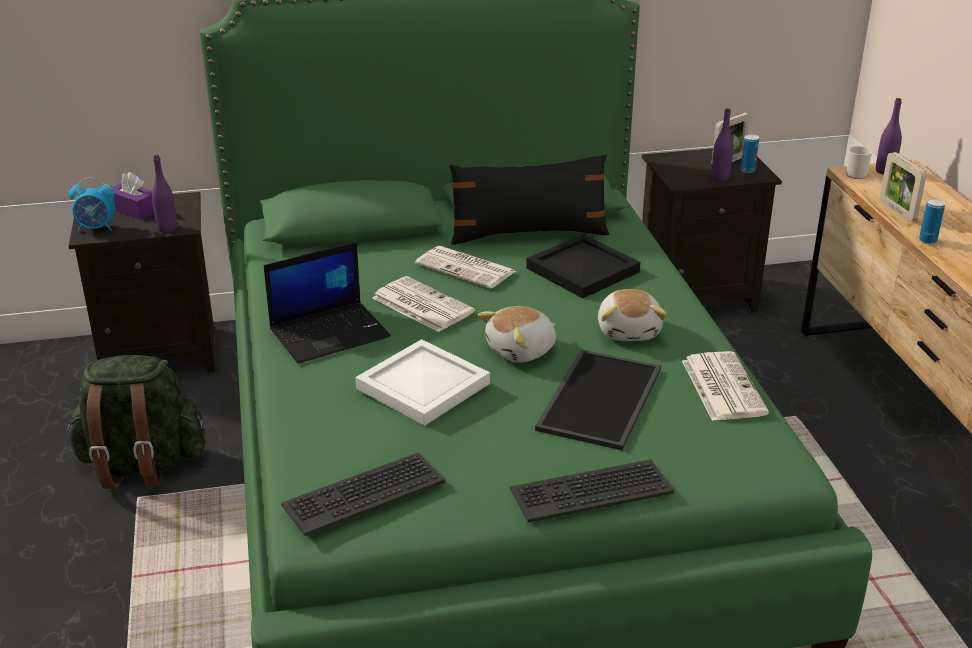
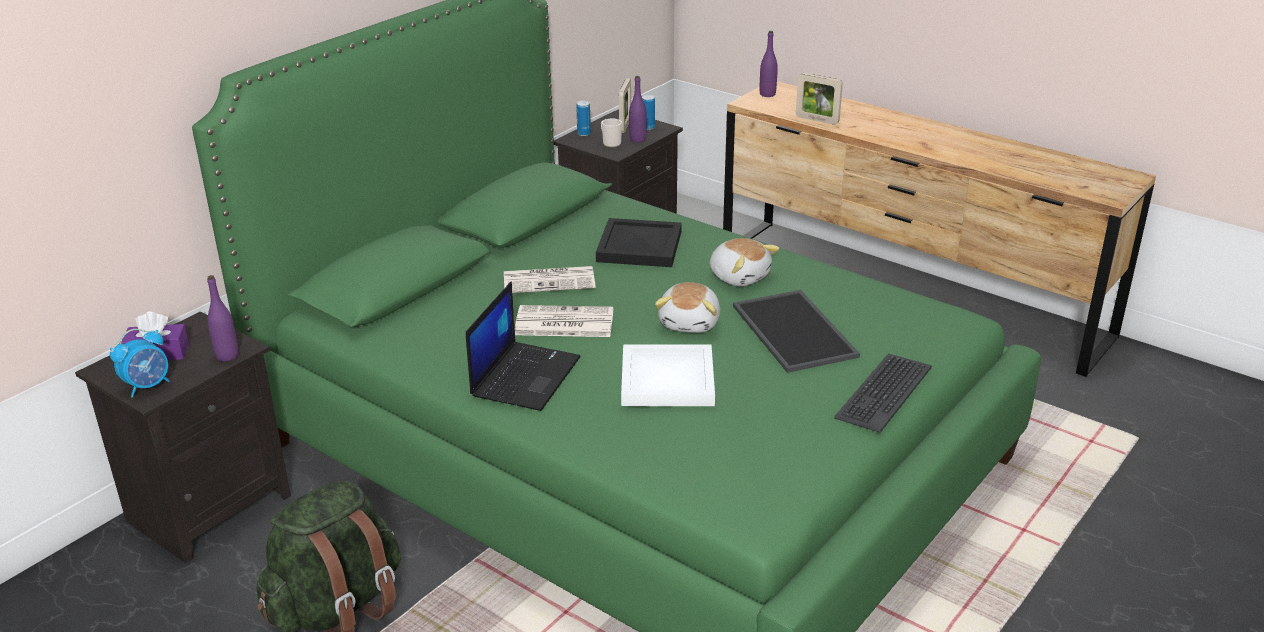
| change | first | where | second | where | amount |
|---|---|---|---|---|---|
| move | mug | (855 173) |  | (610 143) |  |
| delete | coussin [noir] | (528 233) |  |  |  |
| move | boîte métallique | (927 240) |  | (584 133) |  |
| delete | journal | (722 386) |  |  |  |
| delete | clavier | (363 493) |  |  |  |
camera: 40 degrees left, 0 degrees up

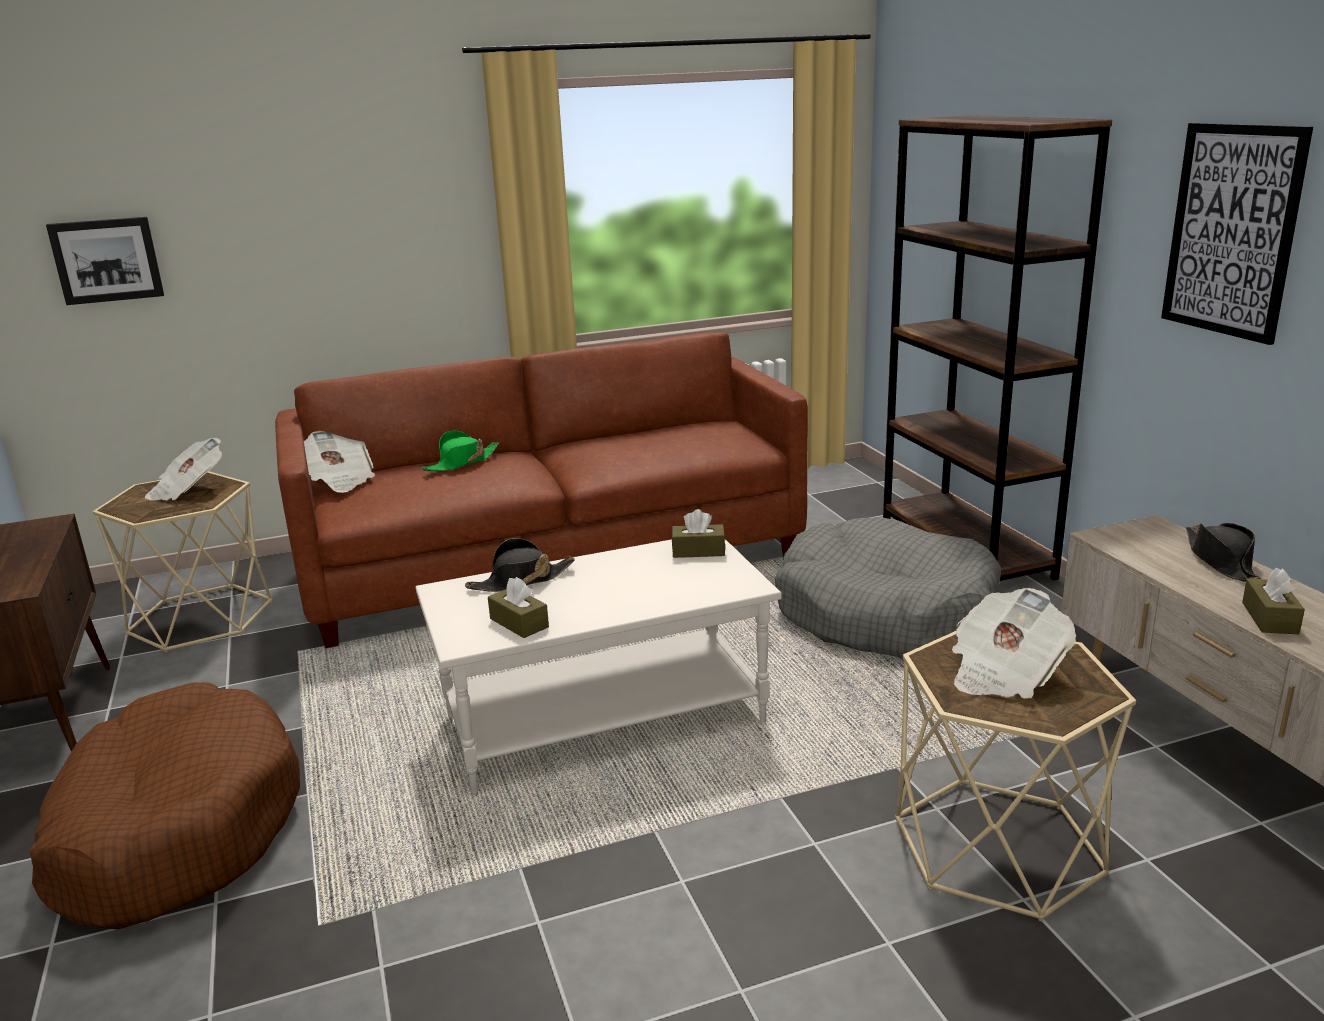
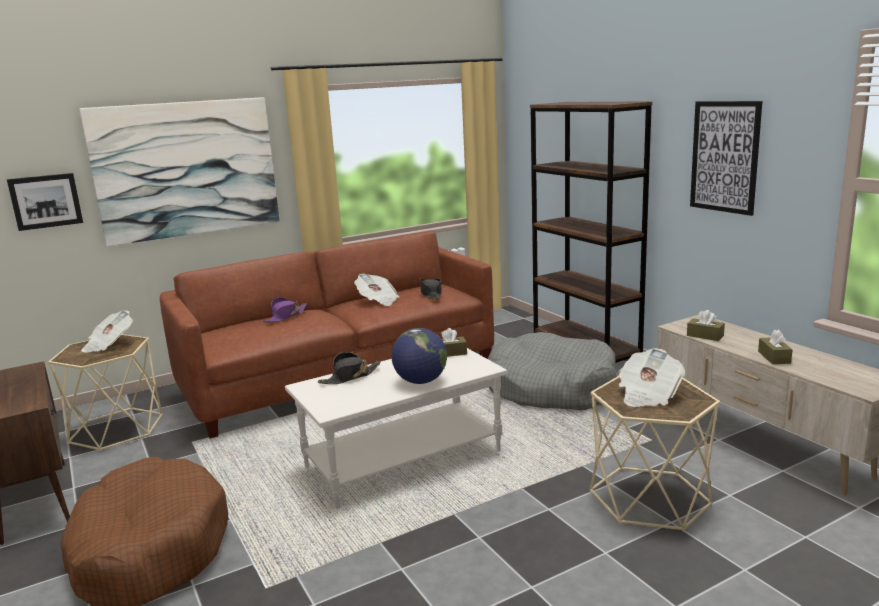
| change | first | where | second | where | amount |
|---|---|---|---|---|---|
| move | journal | (339 480) |  | (378 301) |  |
| recolor | chapeau [vert] | (462 462) | chapeau [violet] | (285 316) |  |
| move | chapeau [noir] | (1221 561) |  | (431 294) |  |
| move | boîte à mouchoirs [marron] | (519 623) |  | (705 335) |  |
| insert |  |  | tableau | (186 169) |  |
| insert |  |  | globe | (421 381) |  |
camera: 10 degrees left, 5 degrees down

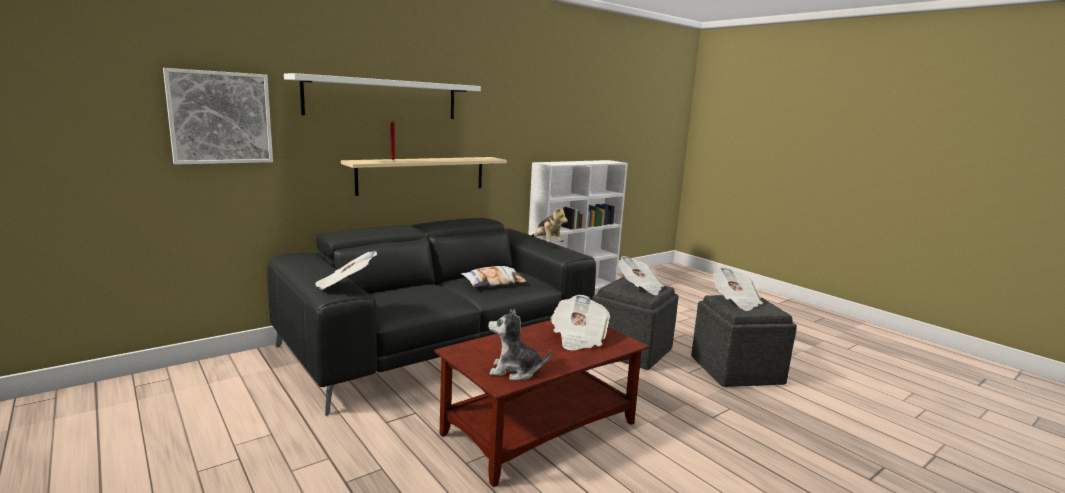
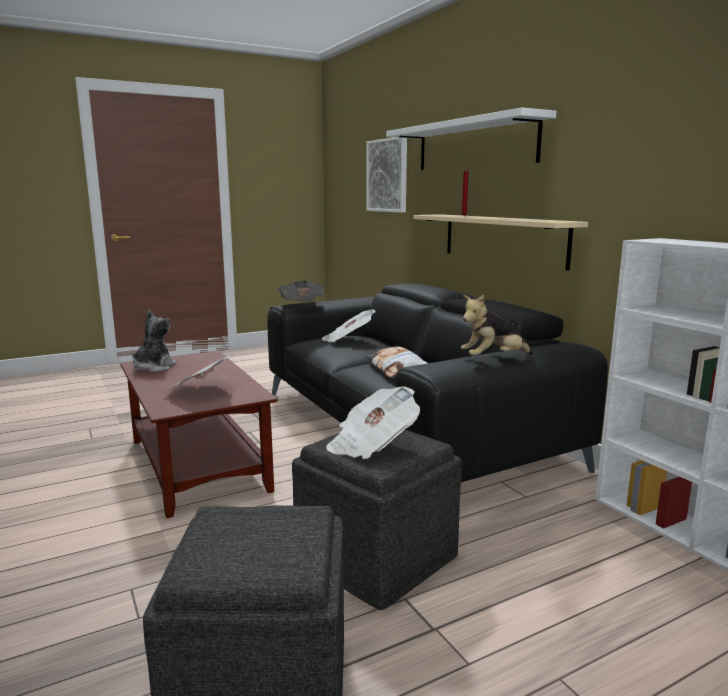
| change | first | where | second | where | amount |
|---|---|---|---|---|---|
| move | journal | (735 301) |  | (348 340) |  |
camera: 100 degrees right, 0 degrees up

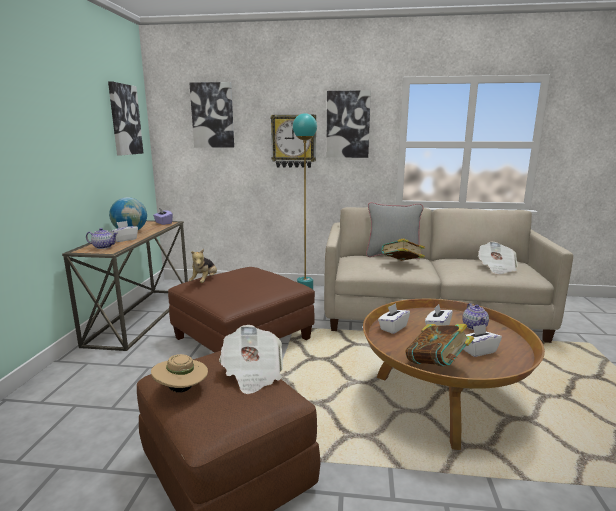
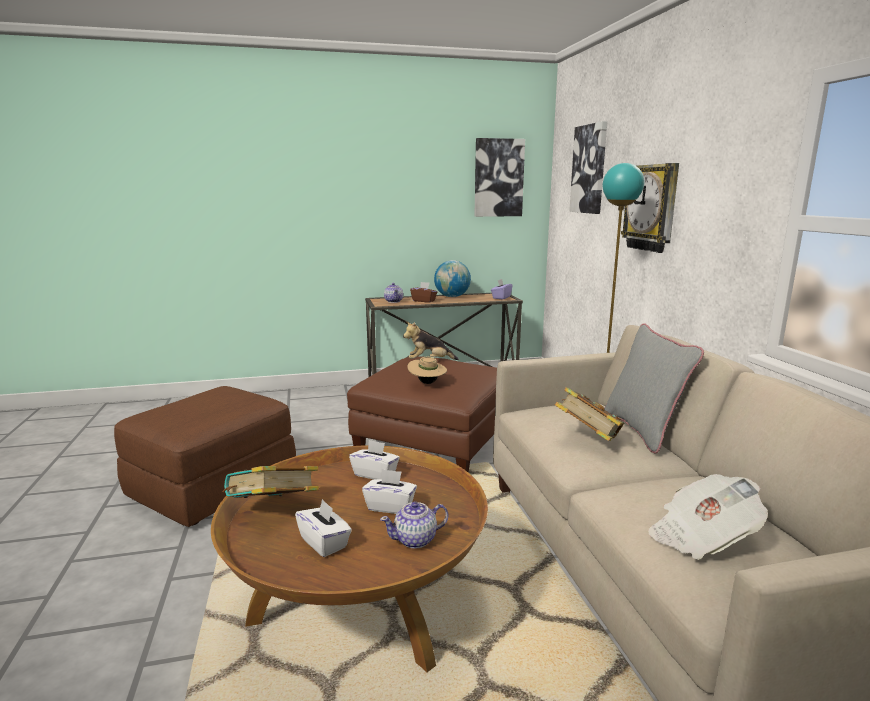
| change | first | where | second | where | amount |
|---|---|---|---|---|---|
| delete | tableau | (348 124) |  |  |  |
| recolor | boîte à mouchoirs [blanc] | (124 239) | boîte à mouchoirs [marron] | (424 301) |  |
| delete | journal | (252 374) |  |  |  |
| move | chapeau [beige] | (182 390) |  | (427 383) |  |
camera: 70 degrees right, 0 degrees up

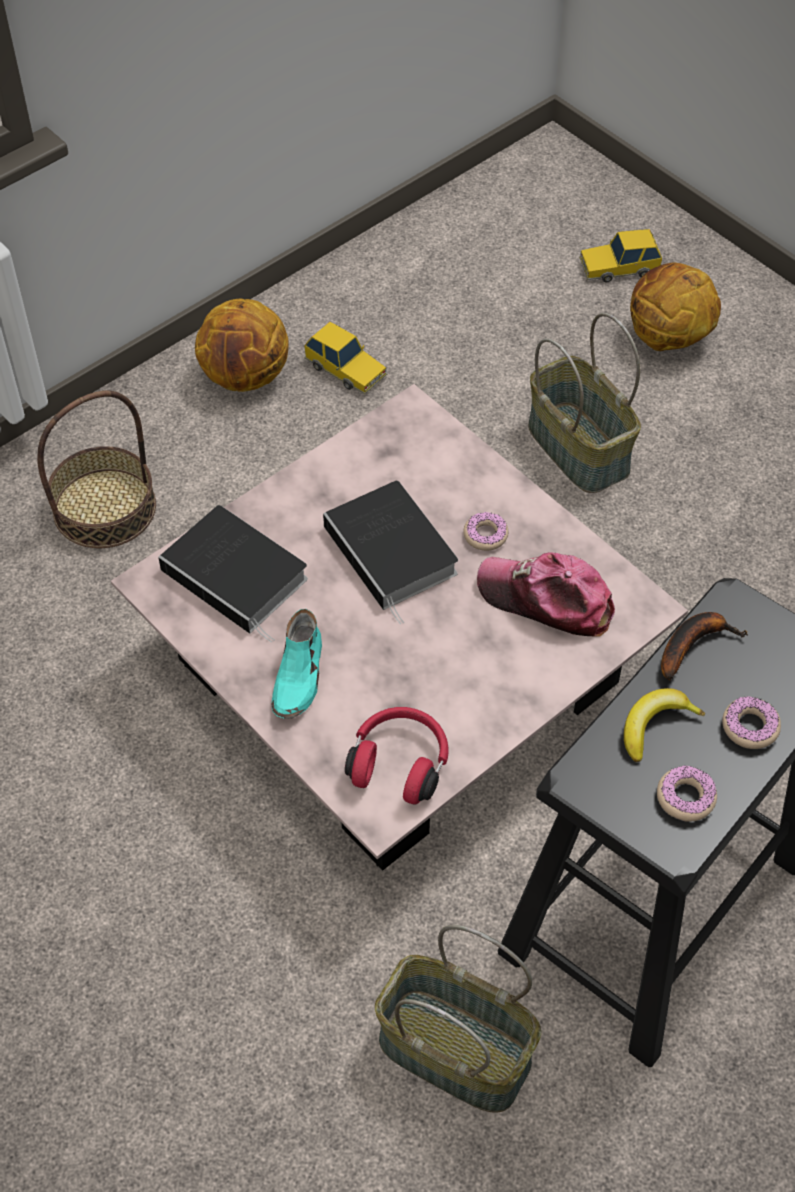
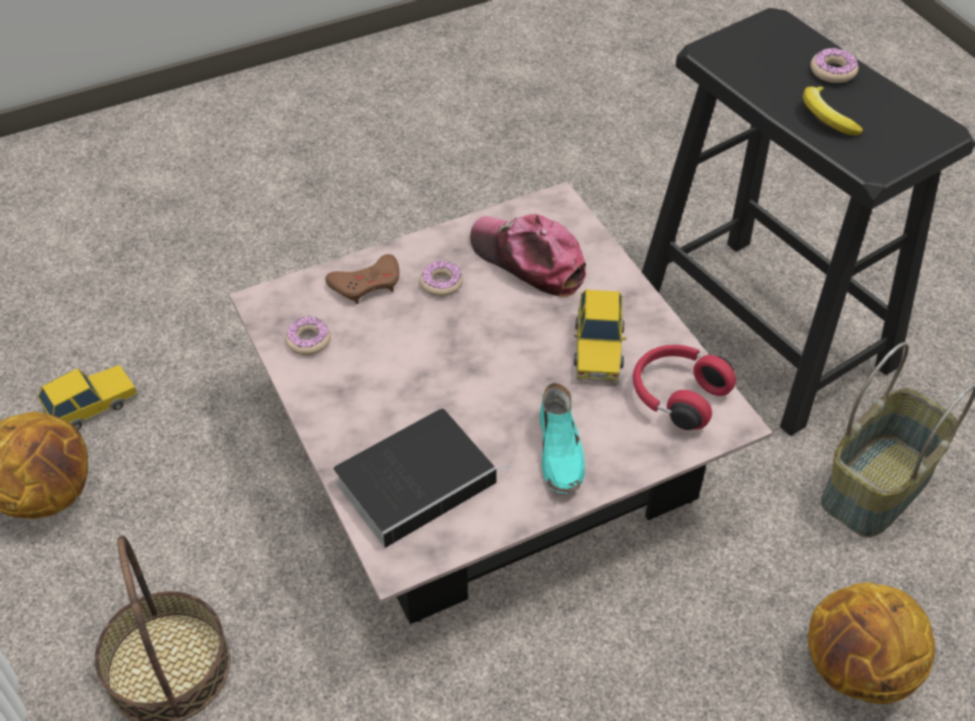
| change | first | where | second | where | amount |
|---|---|---|---|---|---|
| move | petite voiture | (619 267) |  | (598 348) |  |
| move | ballon de basket | (667 338) |  | (857 670) |  |
| delete | panier | (580 448) |  |  |  |
| delete | livre | (393 553) |  |  |  |
| rotate | casquette | (546 600) |  | (528 260) | 90 degrees clockwise |
| rotate | chaussure [turquoise] | (299 676) |  | (560 452) | 60 degrees clockwise |
| delete | banane | (693 644) |  |  |  |
| move | beignet | (685 798) |  | (308 341) |  |
| insert |  |  | manette [marron] | (367 284) |  |
camera: 75 degrees left, 5 degrees down

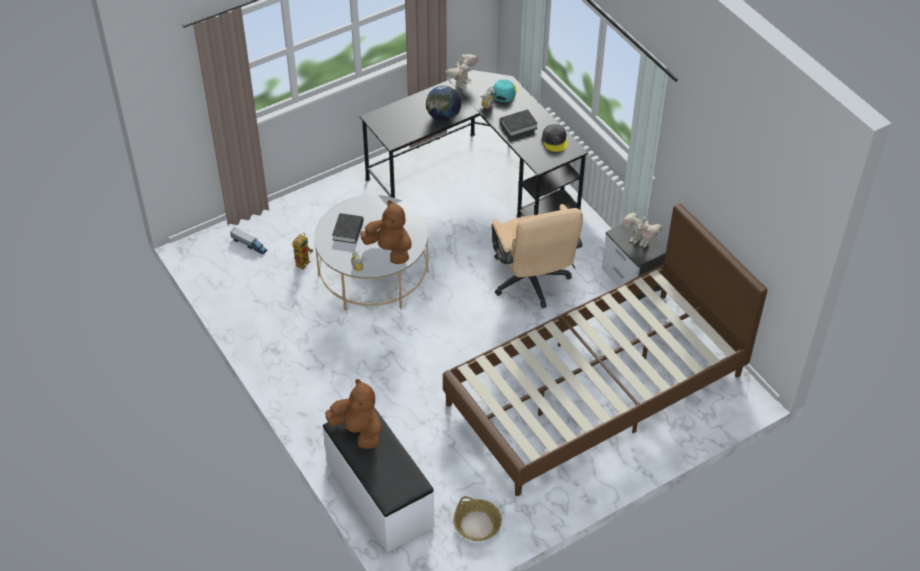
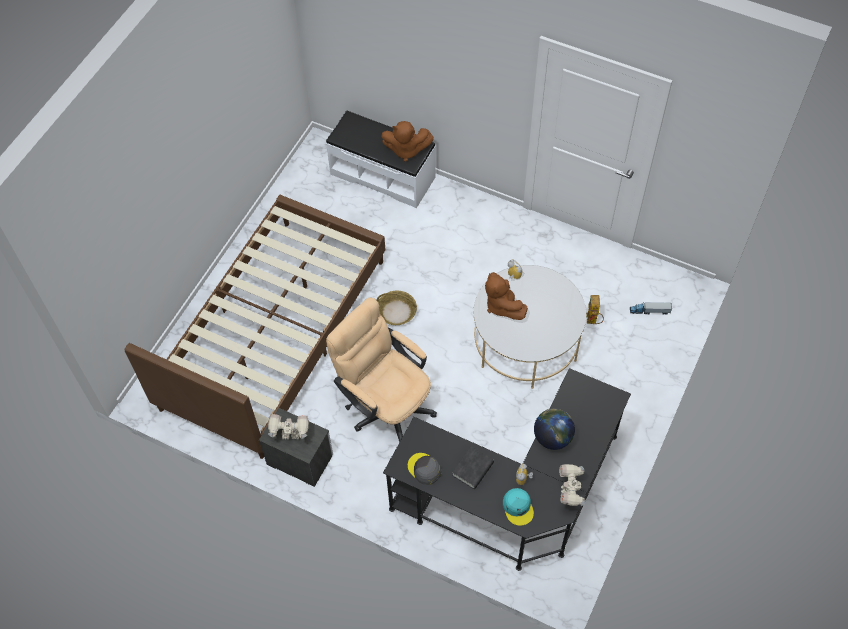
| change | first | where | second | where | amount |
|---|---|---|---|---|---|
| rotate | peluche [marron] | (389 250) |  | (502 305) | 60 degrees clockwise |
| delete | livre [noir] | (348 230) |  |  |  |
| move | panier | (477 525) |  | (397 312) |  |
camera: 150 degrees right, 10 degrees up

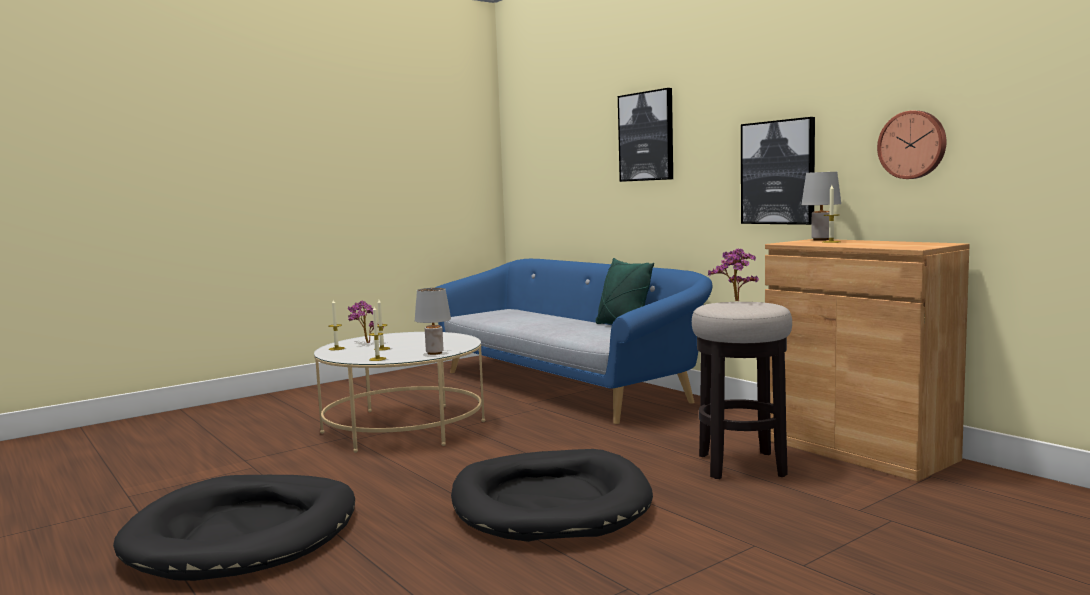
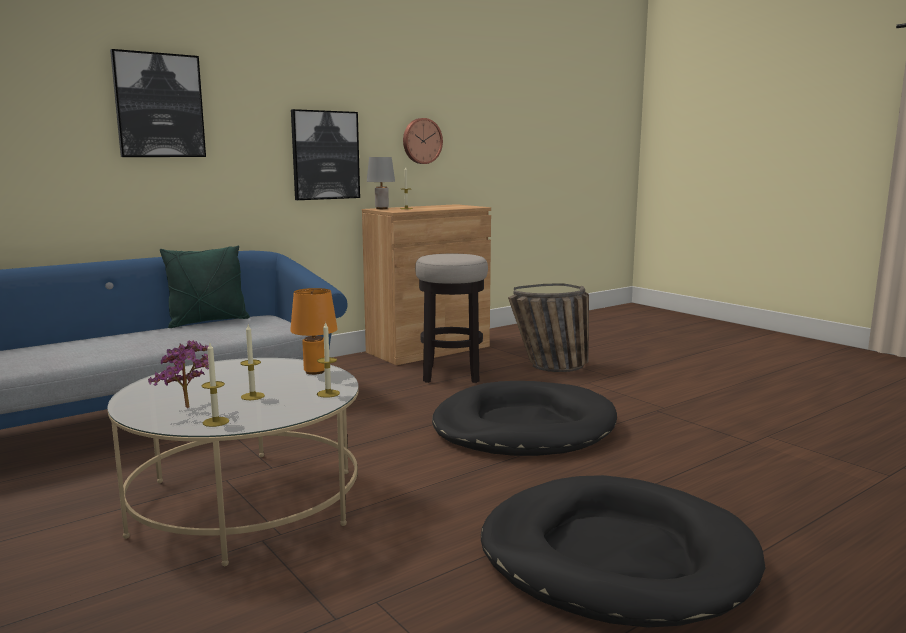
| change | first | where | second | where | amount |
|---|---|---|---|---|---|
| delete | plante en pot | (735 301) |  |  |  |
| recolor | lampe de table [gris] | (435 353) | lampe de table [orange] | (315 371) |  |
| insert |  |  | panier | (550 368) |  |
camera: 90 degrees left, 5 degrees up

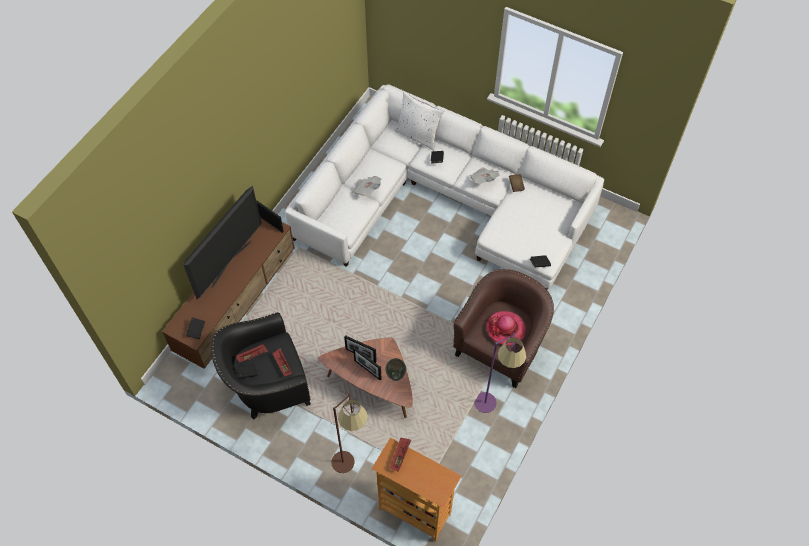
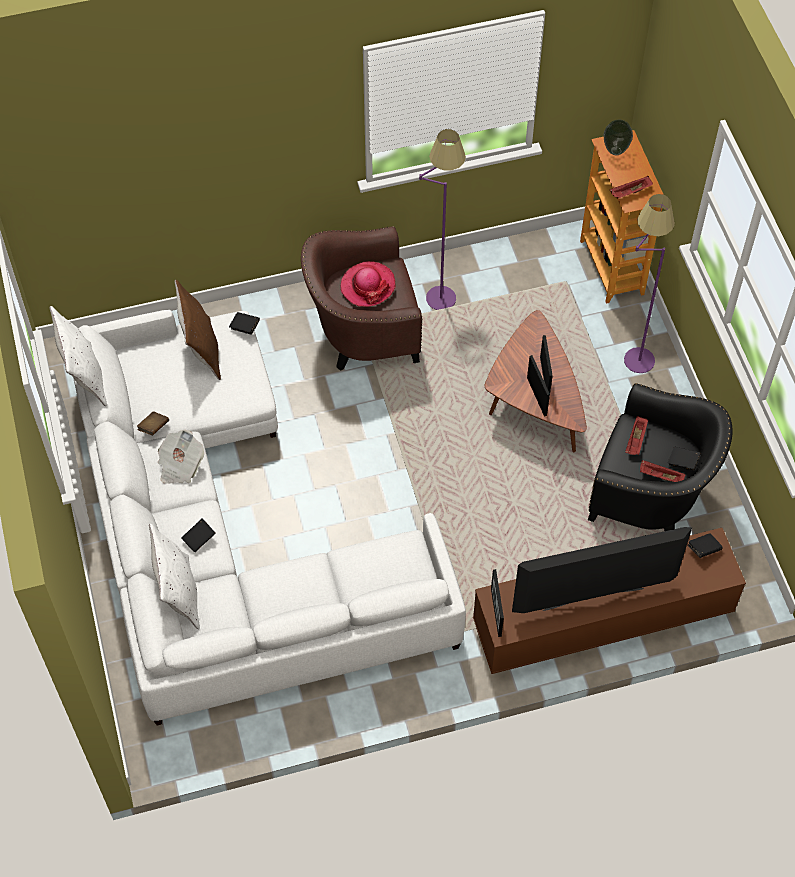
| change | first | where | second | where | amount |
|---|---|---|---|---|---|
| delete | journal | (366 190) |  |  |  |
| move | vase | (396 376) |  | (615 150) |  |
| recolor | lampadaire [marron] | (352 466) | lampadaire [violet] | (634 349) |  |
| insert |  |  | coussin [marron] | (201 350) |  |
| insert |  |  | coussin [blanc] | (84 377) |  |
camera: 135 degrees left, 0 degrees up

